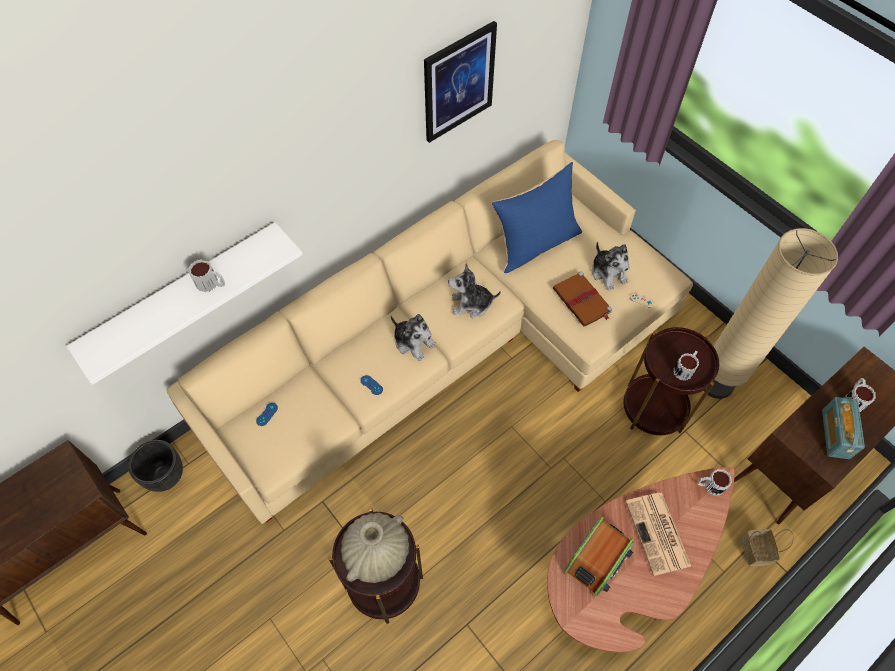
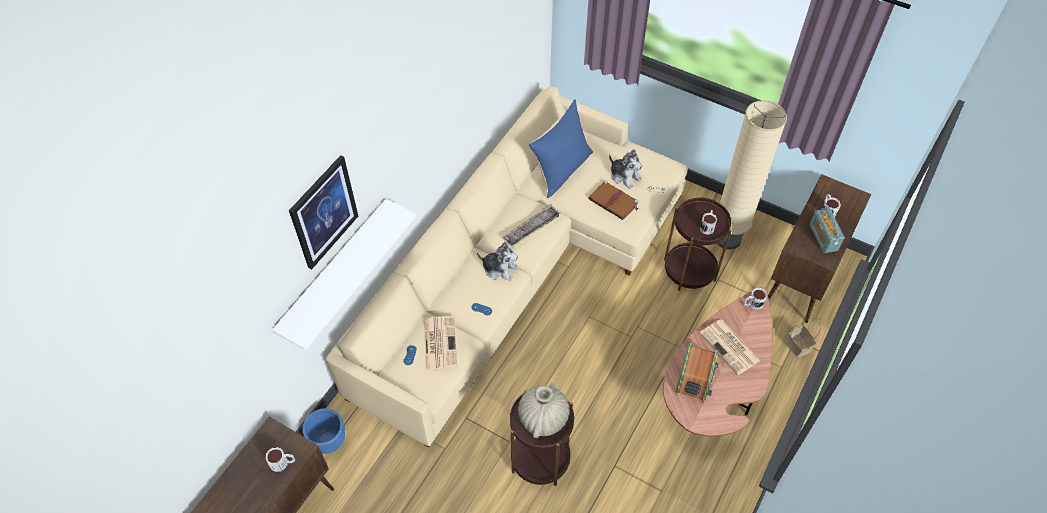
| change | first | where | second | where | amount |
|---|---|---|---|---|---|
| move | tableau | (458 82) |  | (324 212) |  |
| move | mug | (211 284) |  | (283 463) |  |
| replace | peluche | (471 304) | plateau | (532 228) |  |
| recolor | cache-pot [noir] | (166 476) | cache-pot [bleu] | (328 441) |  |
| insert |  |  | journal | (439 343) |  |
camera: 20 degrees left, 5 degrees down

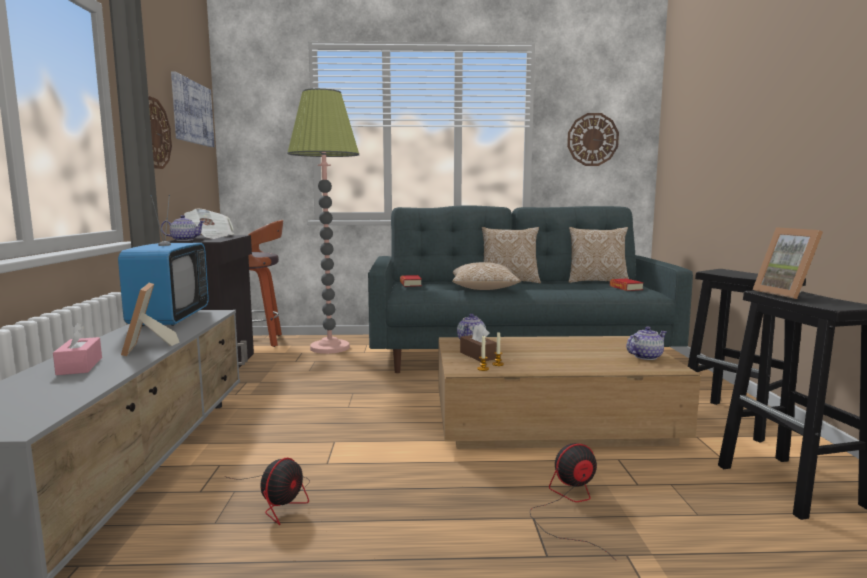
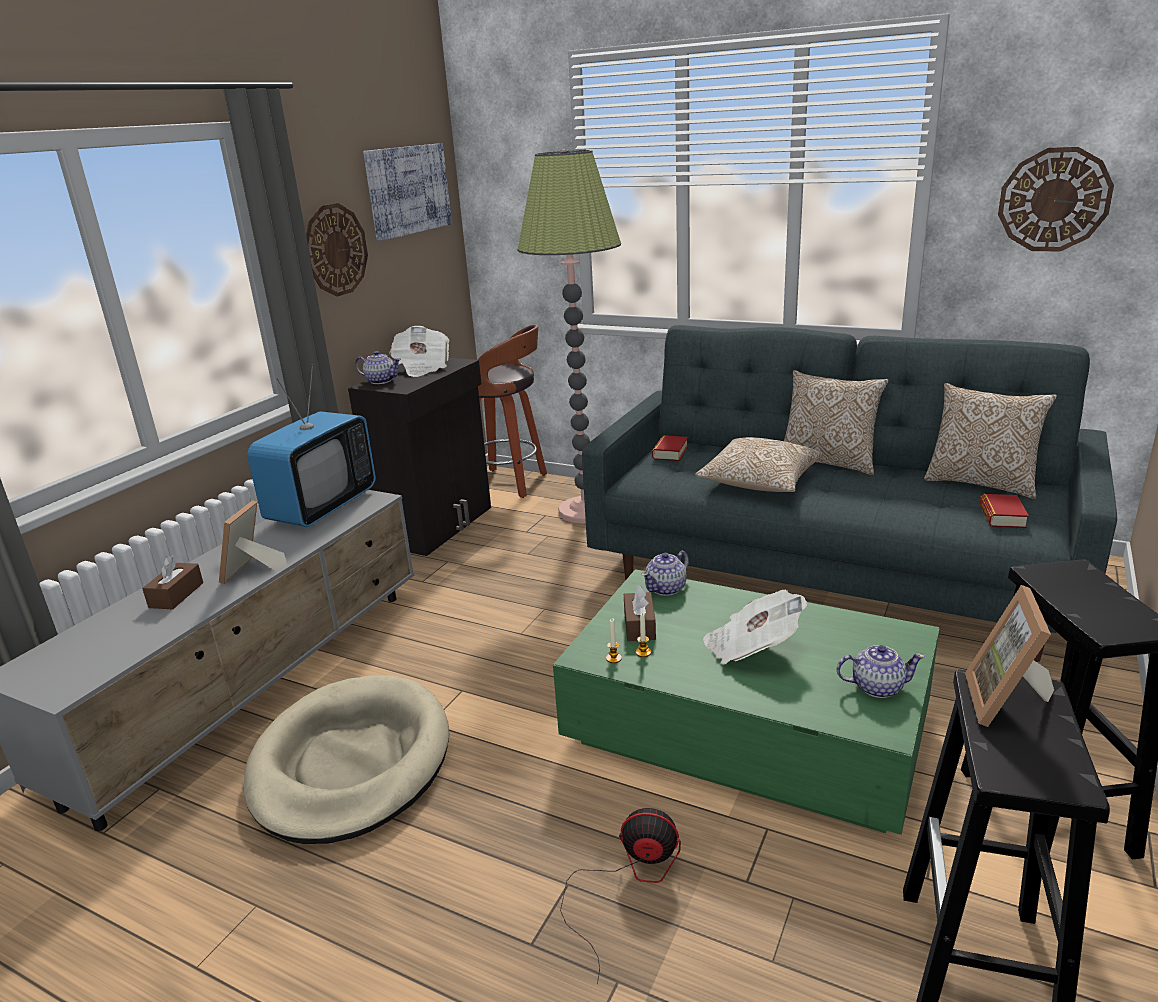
| change | first | where | second | where | amount |
|---|---|---|---|---|---|
| recolor | boîte à mouchoirs [rose] | (79 366) | boîte à mouchoirs [marron] | (176 595) |  |
| recolor | table basse [marron] | (552 421) | table basse [vert] | (747 730) |  |
| replace | ventilateur | (280 499) | panier pour chien [beige] | (351 763) |  |
| insert |  |  | journal | (751 648) |  |
camera: 30 degrees right, 15 degrees up

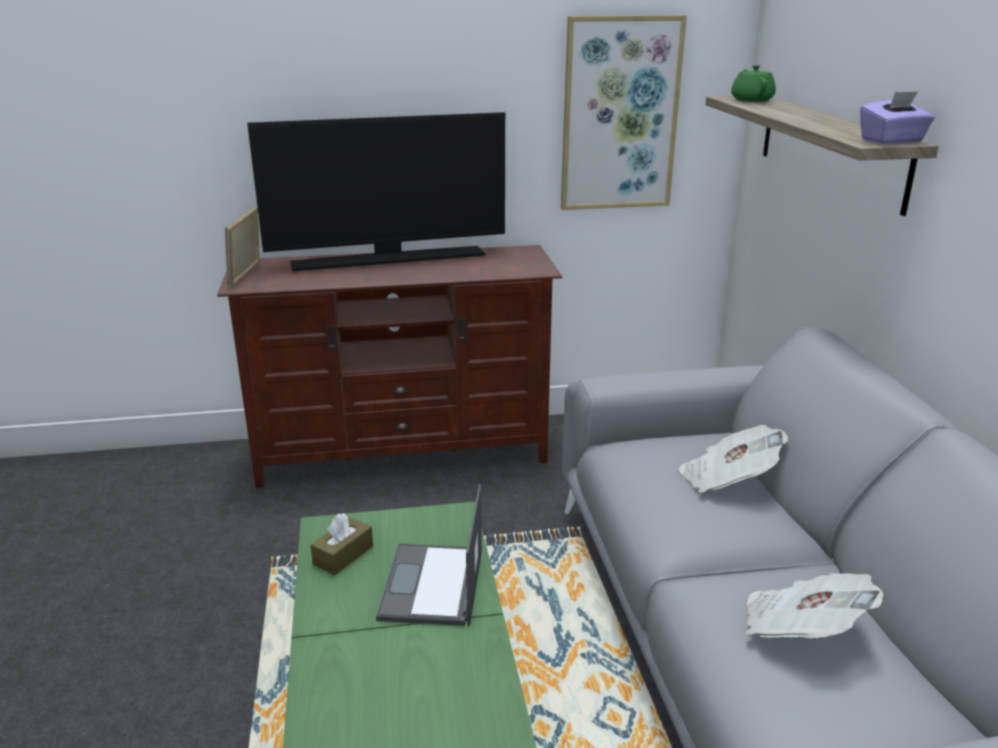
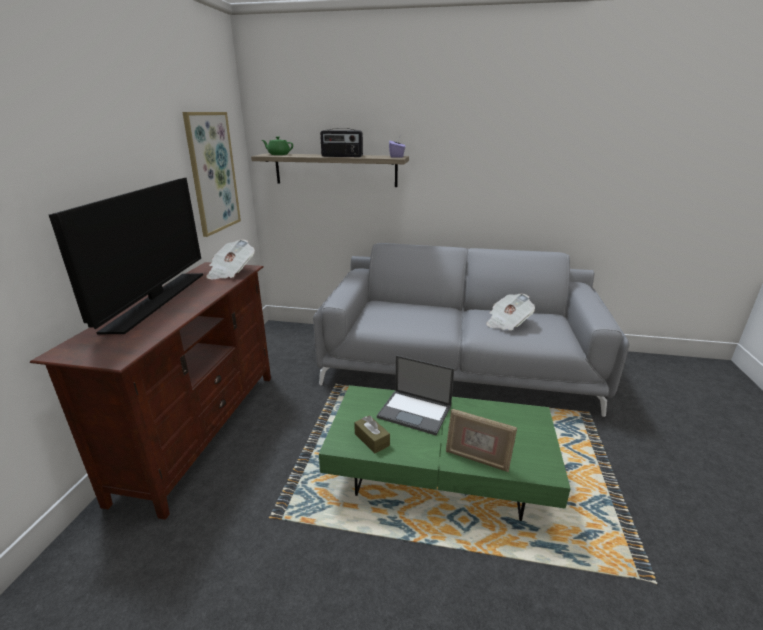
| change | first | where | second | where | amount |
|---|---|---|---|---|---|
| move | cadre photo | (247 275) |  | (477 459) |  |
| move | journal | (727 480) |  | (231 272) |  |
| insert |  |  | radio | (342 156) |  |
camera: 70 degrees left, 0 degrees up

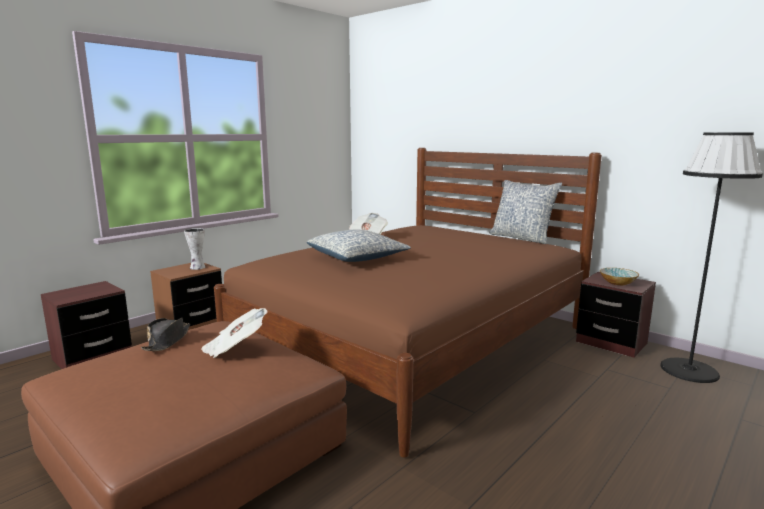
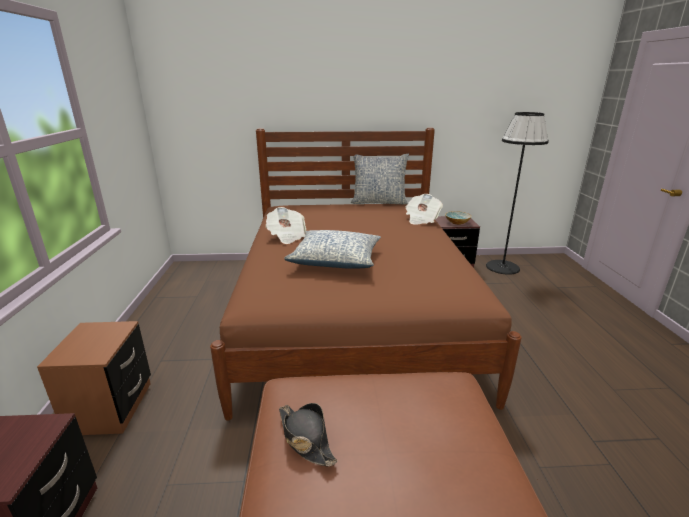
| change | first | where | second | where | amount |
|---|---|---|---|---|---|
| delete | vase | (197 267) |  |  |  |
| move | journal | (235 348) |  | (421 219) |  |
camera: 45 degrees left, 10 degrees up

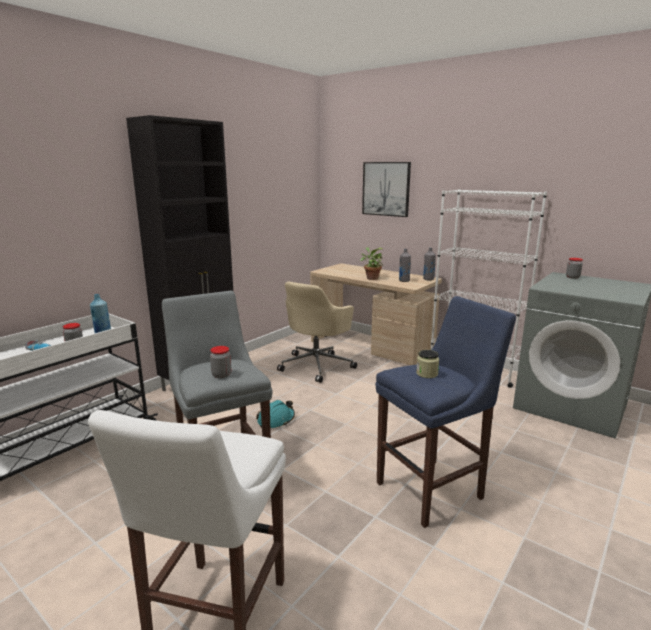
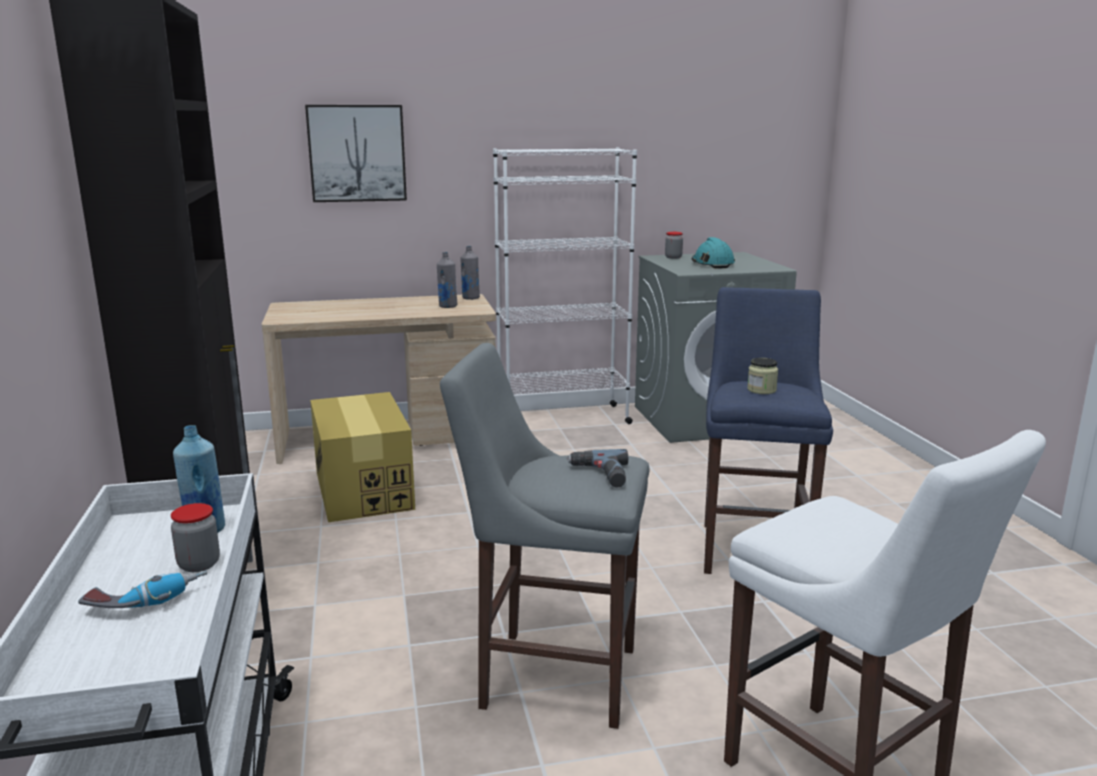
| change | first | where | second | where | amount |
|---|---|---|---|---|---|
| delete | plante en pot | (371 278) |  |  |  |
| replace | chaise de bureau [beige] | (317 365) | carton | (363 490) |  |
| replace | bocal | (221 375) | perceuse | (600 475) |  |
| move | casque de chantier [turquoise] | (276 420) |  | (712 264) |  |
camera: 50 degrees left, 0 degrees up

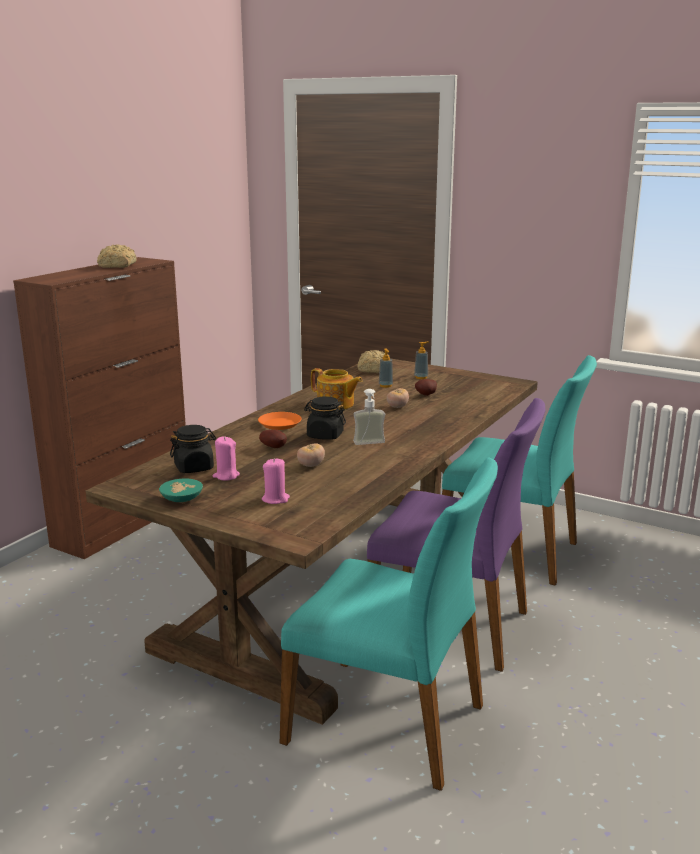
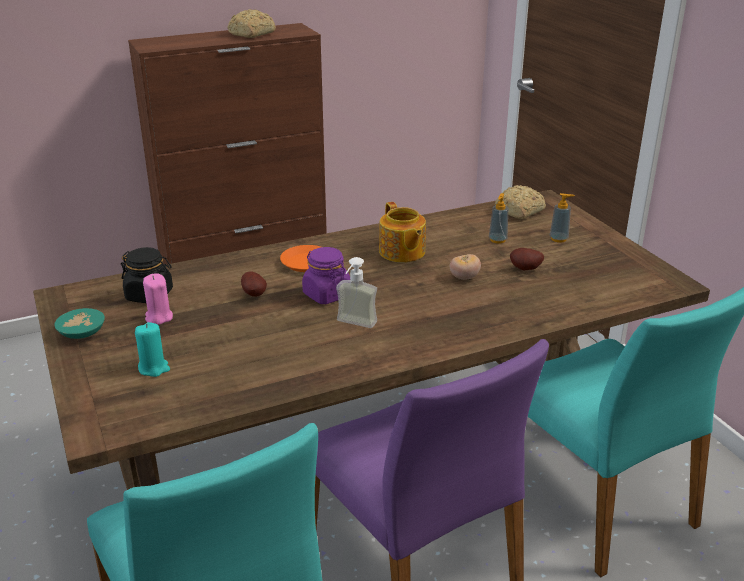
| change | first | where | second | where | amount |
|---|---|---|---|---|---|
| recolor | bocal [noir] | (325 435) | bocal [violet] | (326 294) |  |
| delete | tomate | (311 465) |  |  |  |
| recolor | bougie [rose] | (275 499) | bougie [turquoise] | (154 368) |  |
camera: 35 degrees right, 10 degrees up

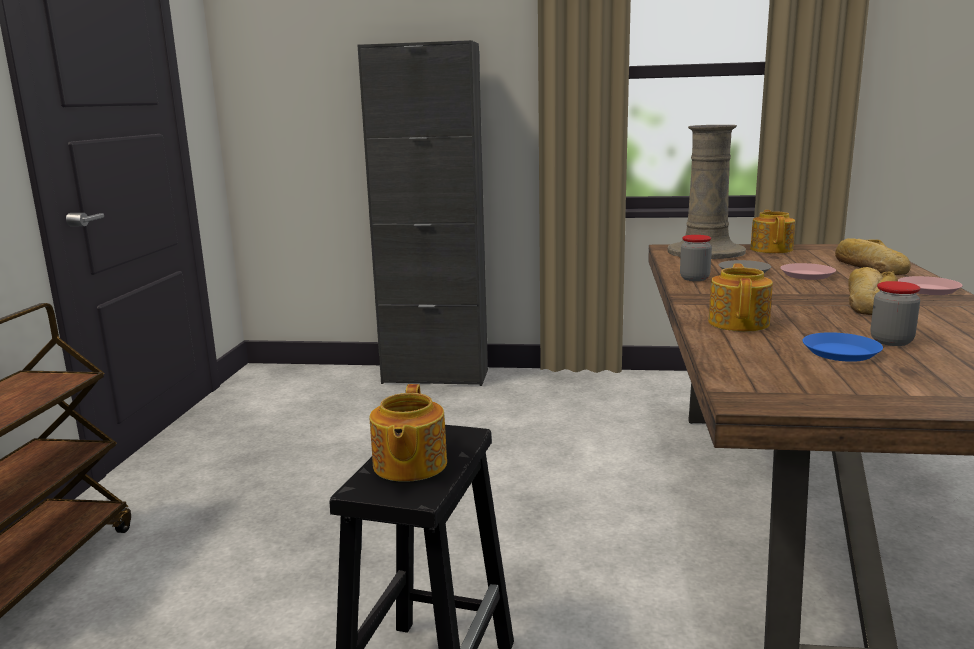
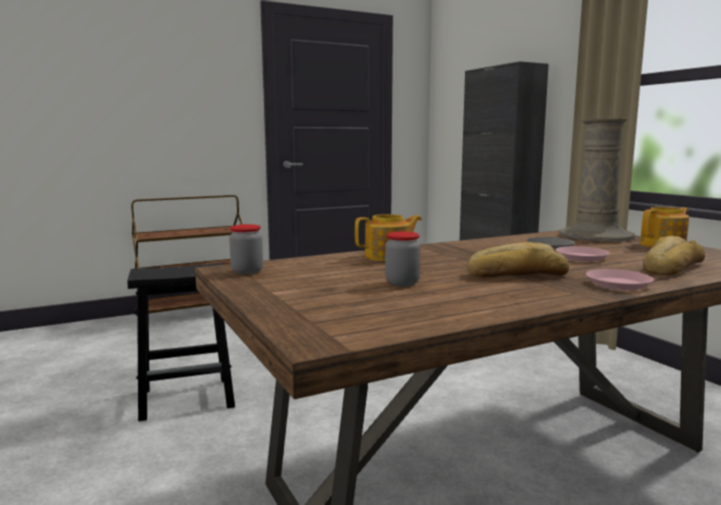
| change | first | where | second | where | amount |
|---|---|---|---|---|---|
| move | bocal | (694 278) |  | (247 271) |  |
| delete | assiette [bleu] | (841 352) |  |  |  |
| delete | théière | (408 465) |  |  |  |
camera: 55 degrees right, 5 degrees down

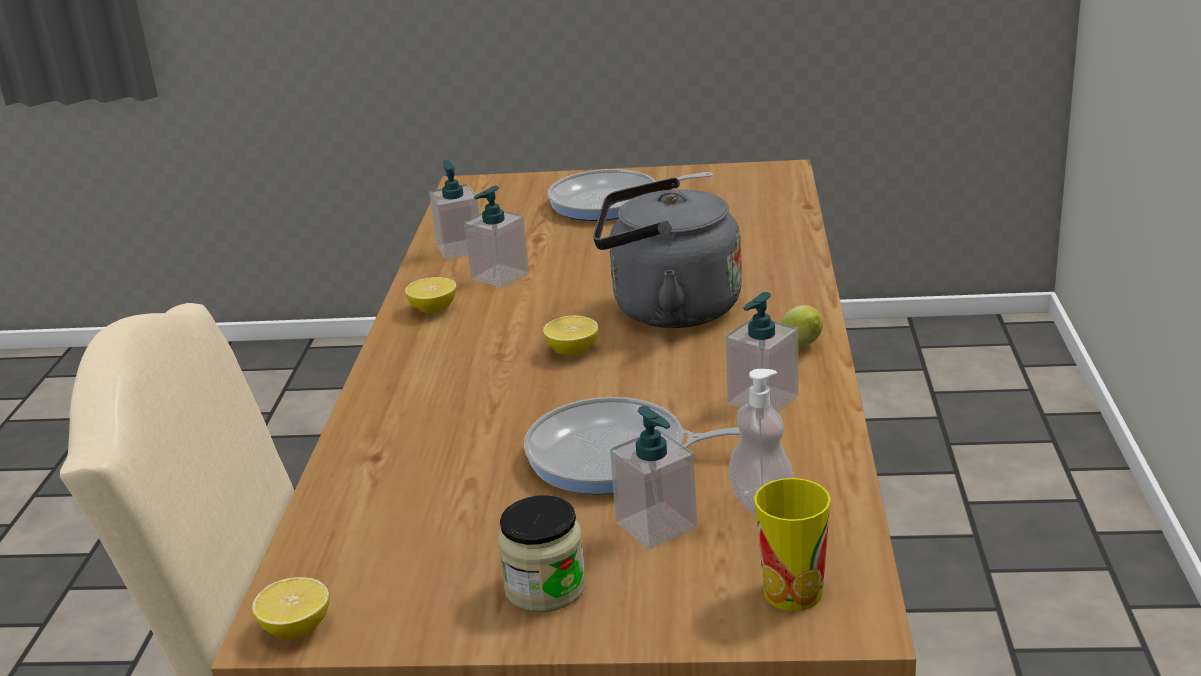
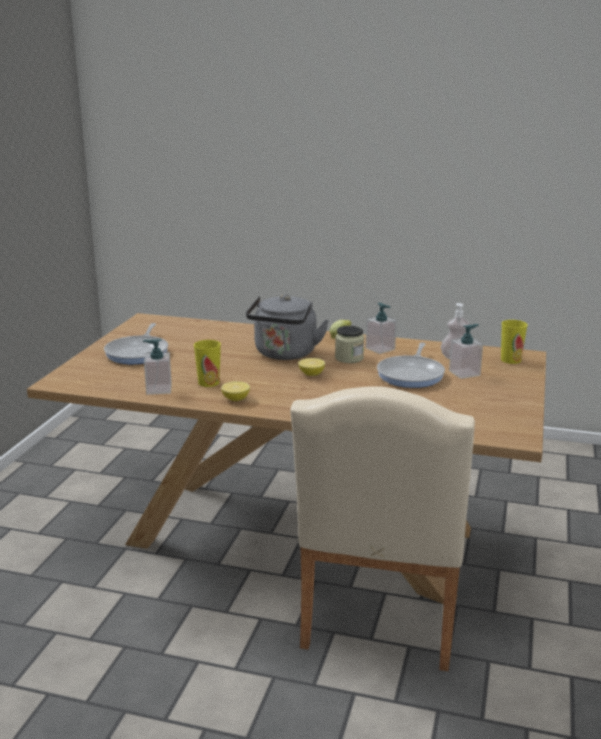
| change | first | where | second | where | amount |
|---|---|---|---|---|---|
| replace | distributeur de savon | (500 276) | tasse | (208 382) |  |
| move | bocal | (545 588) |  | (349 358) |  |
| delete | citron | (296 628) |  |  |  |
camera: 80 degrees left, 5 degrees down

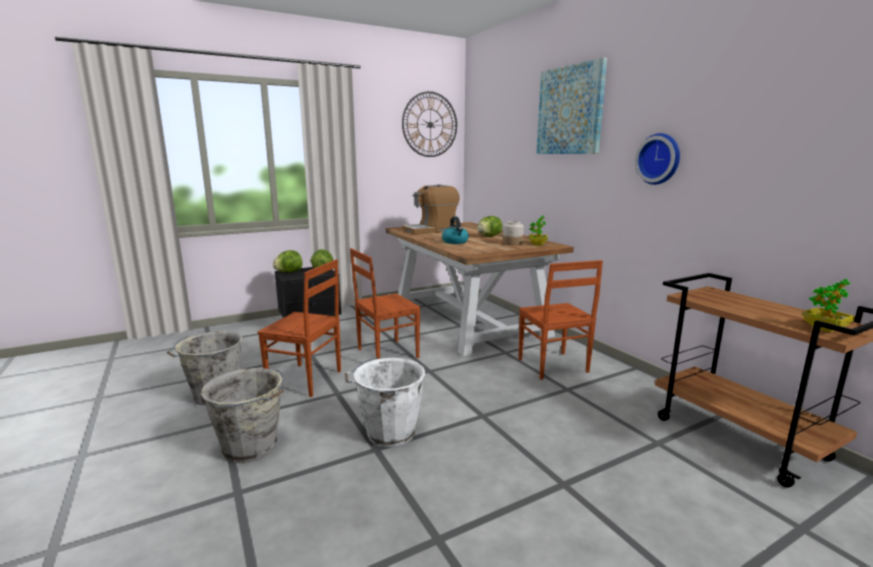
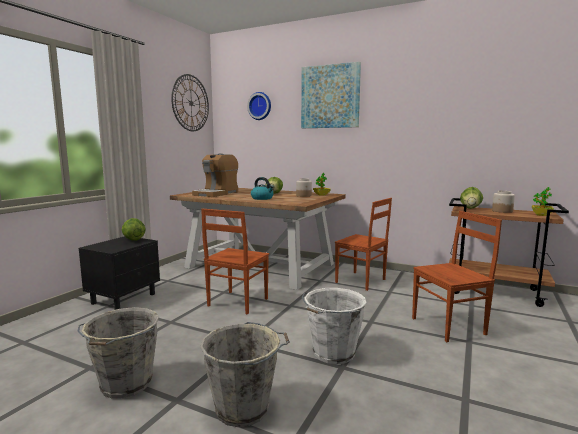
| change | first | where | second | where | amount |
|---|---|---|---|---|---|
| move | horloge murale | (659 159) |  | (260 106) |  |
| move | laitue | (288 272) |  | (470 208) |  |
| move | chaise [marron] | (305 380) |  | (449 326) |  |
| insert |  |  | bocal | (502 211) |  |
camera: 35 degrees left, 5 degrees down

